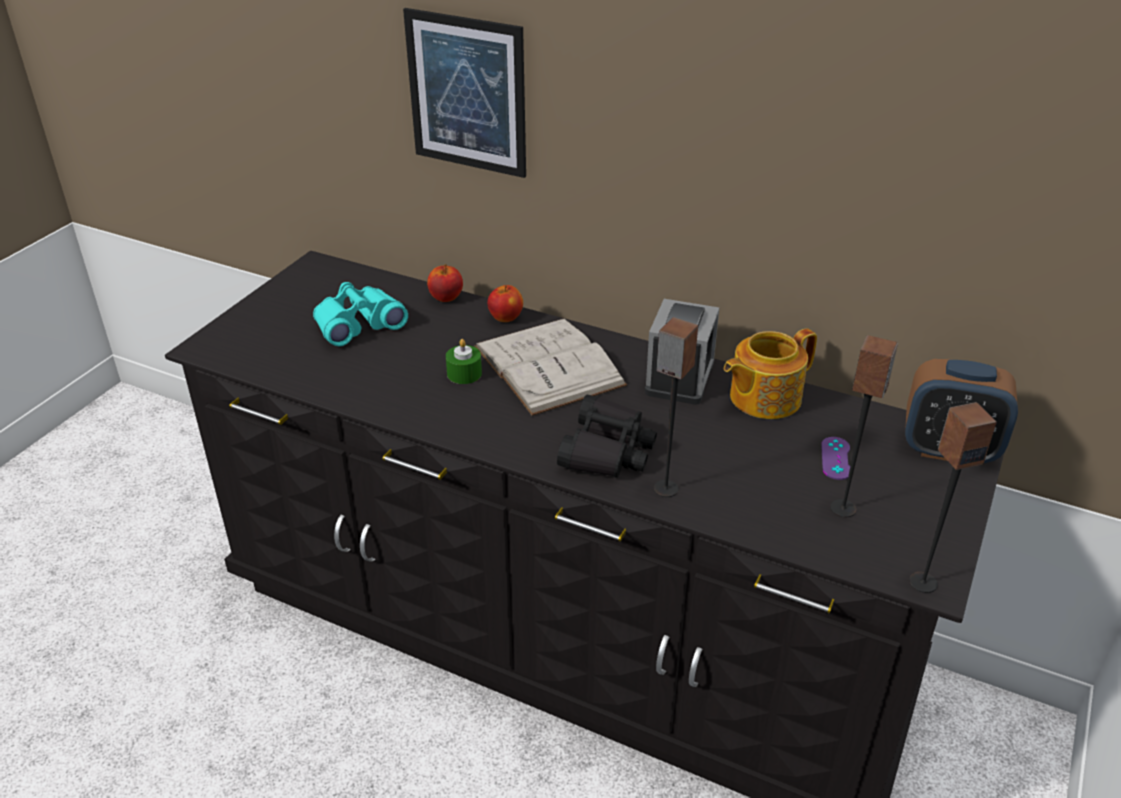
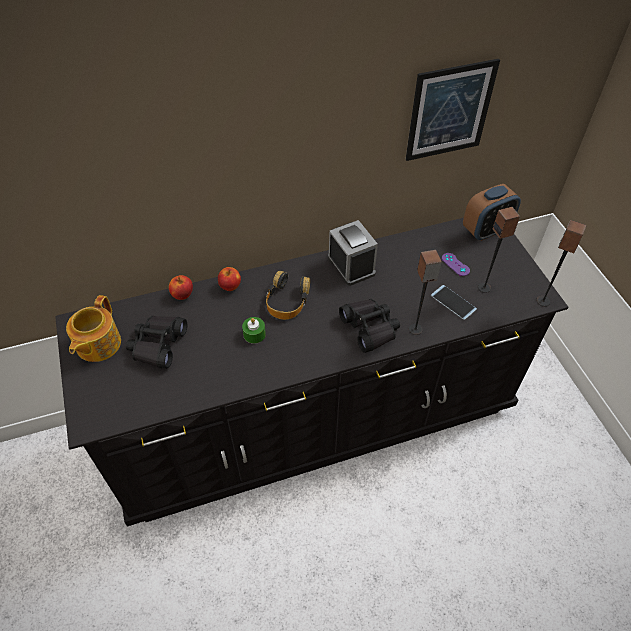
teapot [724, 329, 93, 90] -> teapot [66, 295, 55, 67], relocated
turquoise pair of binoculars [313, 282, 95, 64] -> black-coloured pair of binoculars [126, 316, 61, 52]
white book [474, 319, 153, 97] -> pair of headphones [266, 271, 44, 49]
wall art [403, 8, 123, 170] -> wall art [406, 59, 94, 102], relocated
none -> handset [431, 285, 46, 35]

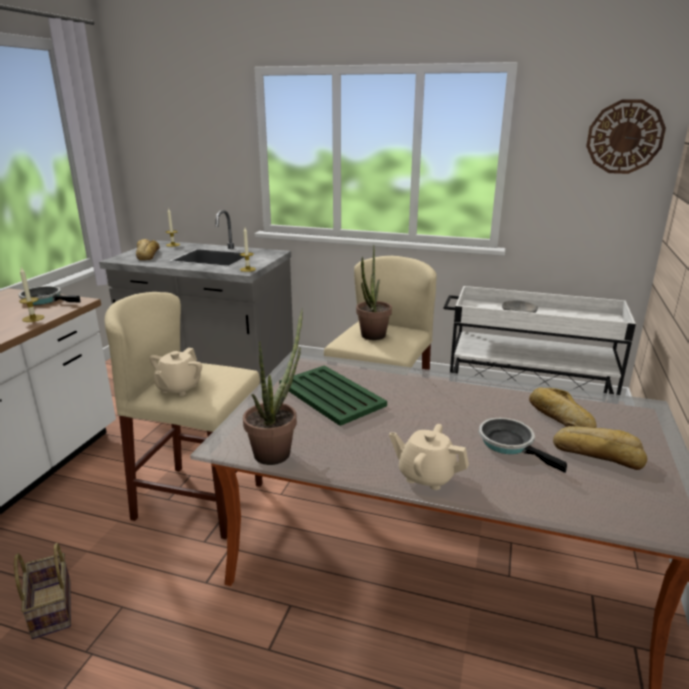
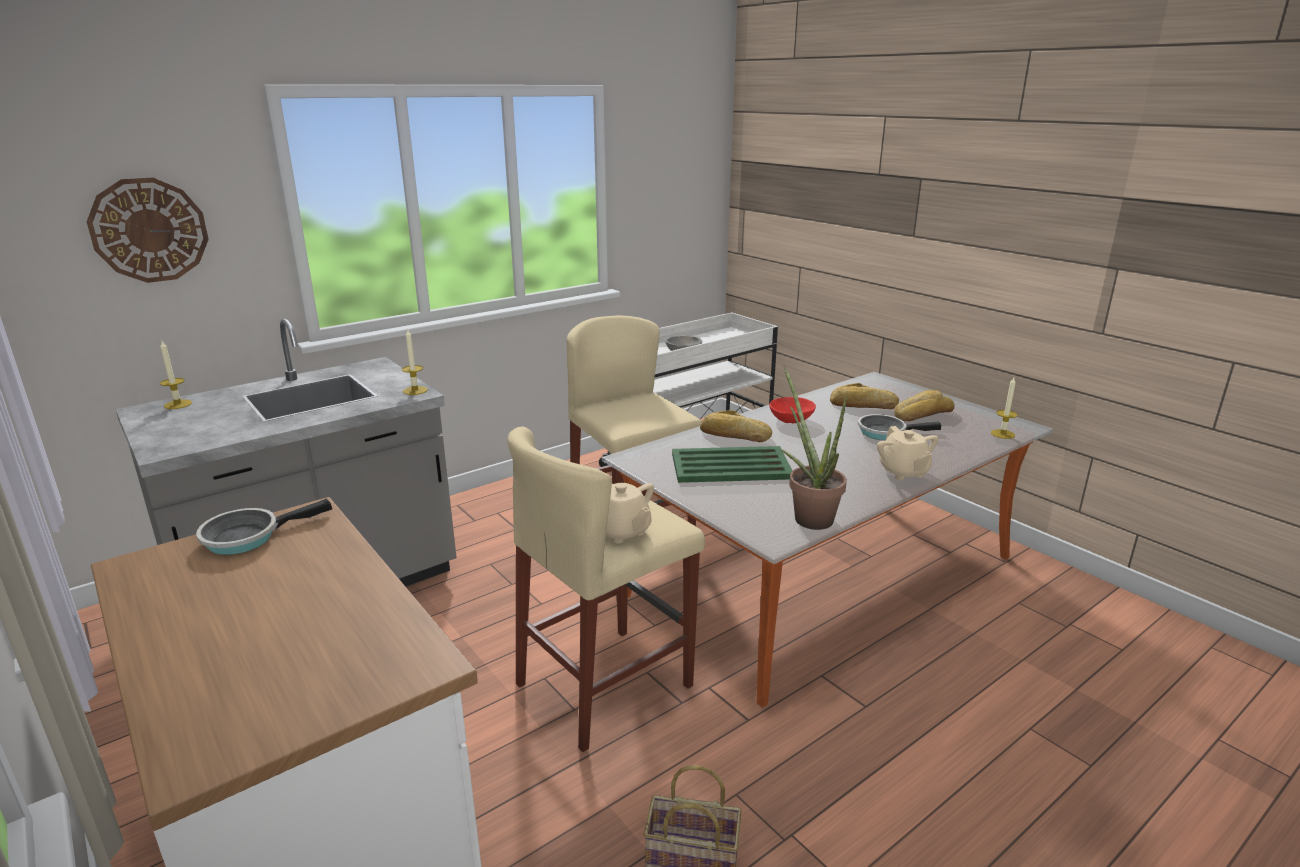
clock on the wall [586, 100, 80, 74] -> clock on the wall [87, 177, 122, 106], relocated
baked bread [136, 239, 24, 21] -> baked bread [700, 410, 72, 32], relocated
none -> red serving bowl [769, 397, 47, 27]
beige-coloured teapot [389, 424, 80, 66] -> beige-coloured teapot [877, 426, 62, 54], 75 degrees counterclockwise
candle [19, 267, 25, 55] -> candle [991, 377, 26, 62], relocated
potted plant [356, 245, 36, 95] -> none

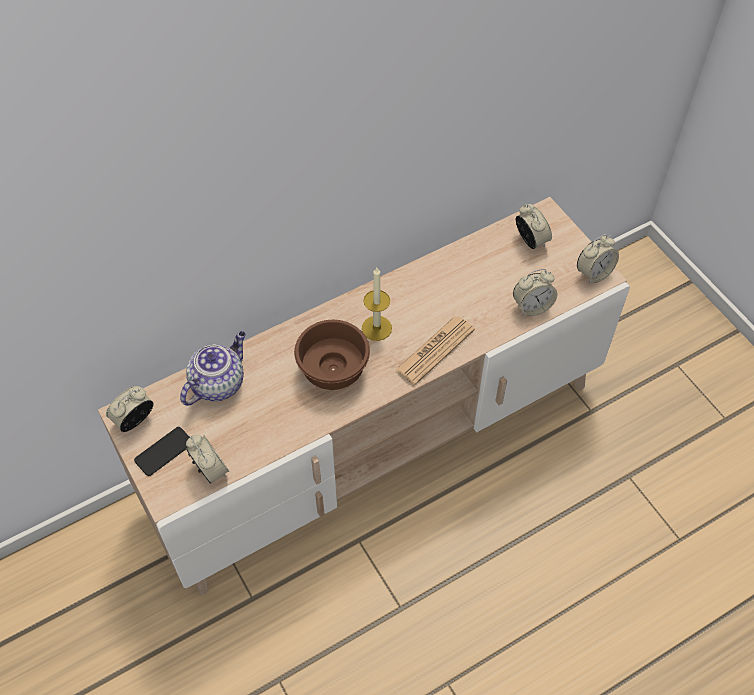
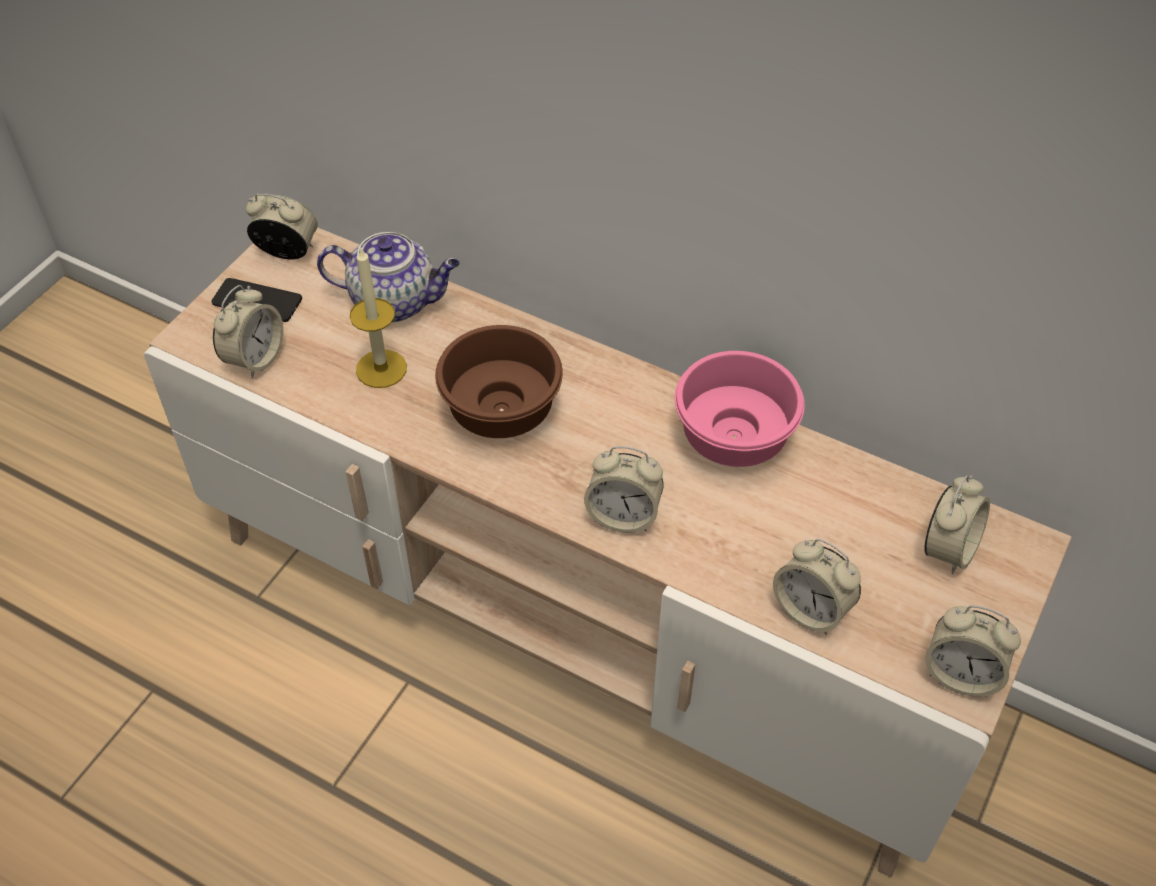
candle [362, 268, 30, 73] -> candle [349, 246, 58, 142], relocated
daily paper [396, 316, 79, 69] -> alarm clock [584, 446, 80, 87]
none -> pink-coloured serving bowl [675, 351, 130, 116]

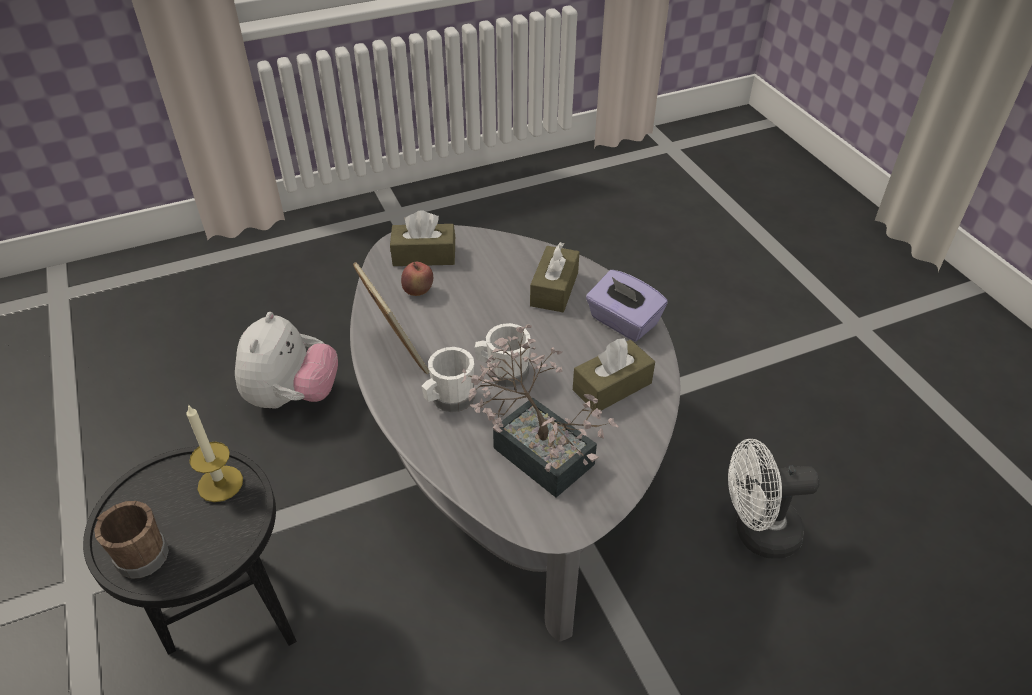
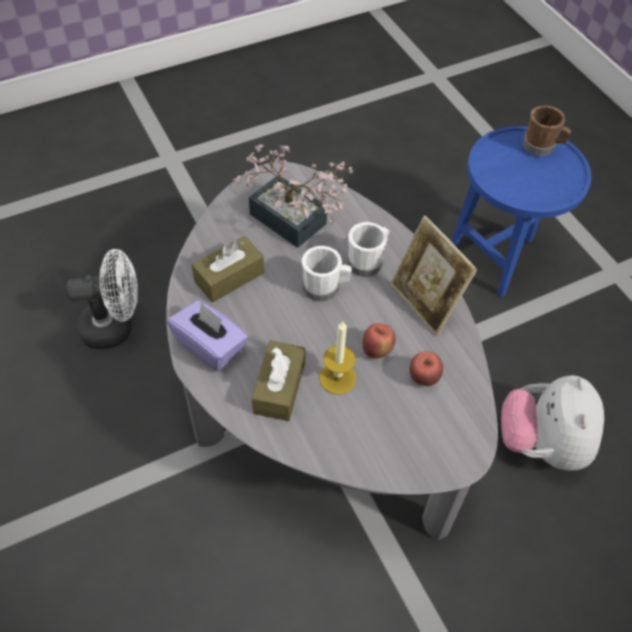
candle [186, 404, 57, 98] -> candle [319, 321, 38, 74], relocated
none -> apple fruit [363, 323, 32, 36]
black-coloured accent table [83, 446, 214, 209] -> blue accent table [451, 126, 140, 171]
brown-coloured box of tissues [390, 210, 65, 56] -> none

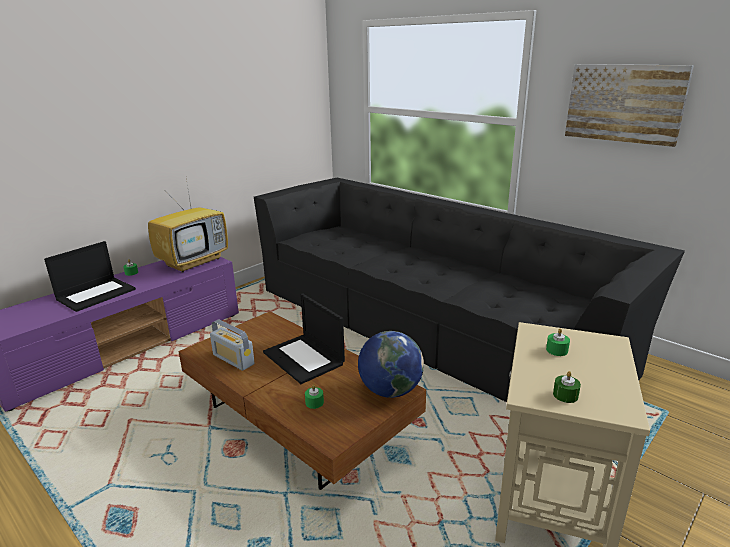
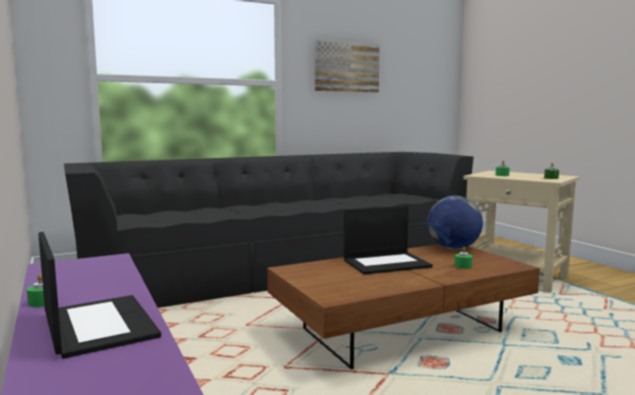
television [148, 178, 80, 95] -> none
radio set [210, 319, 45, 52] -> none

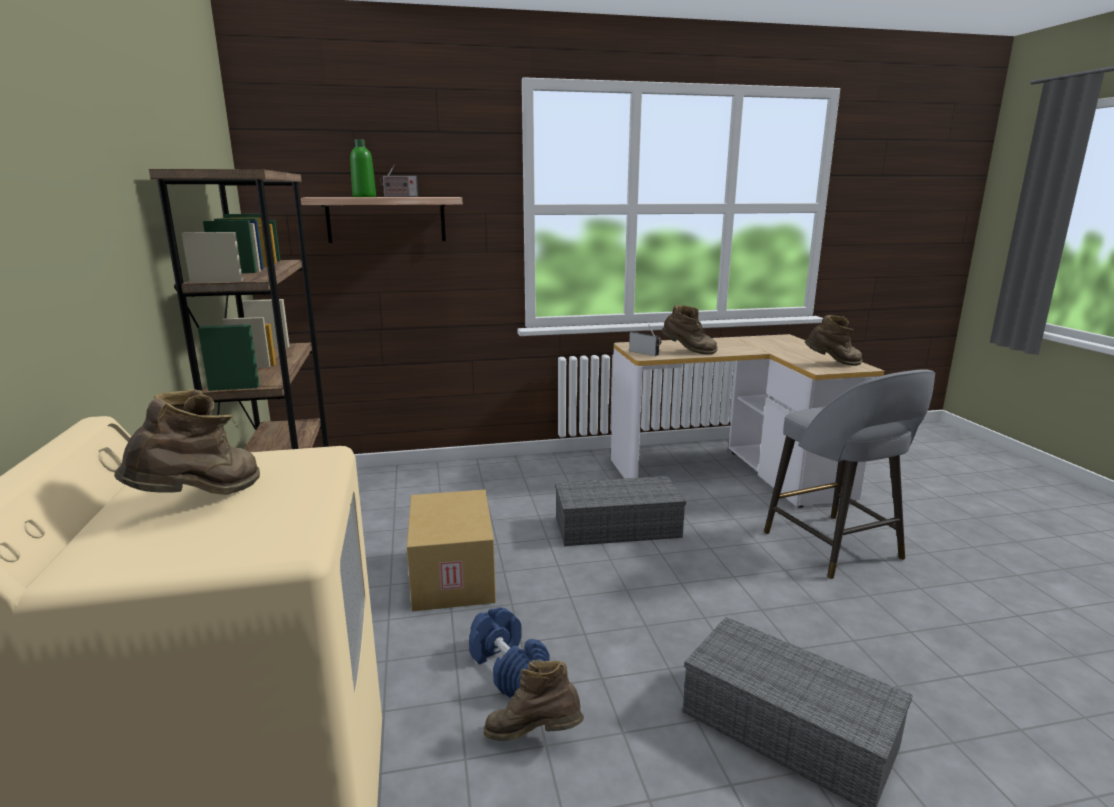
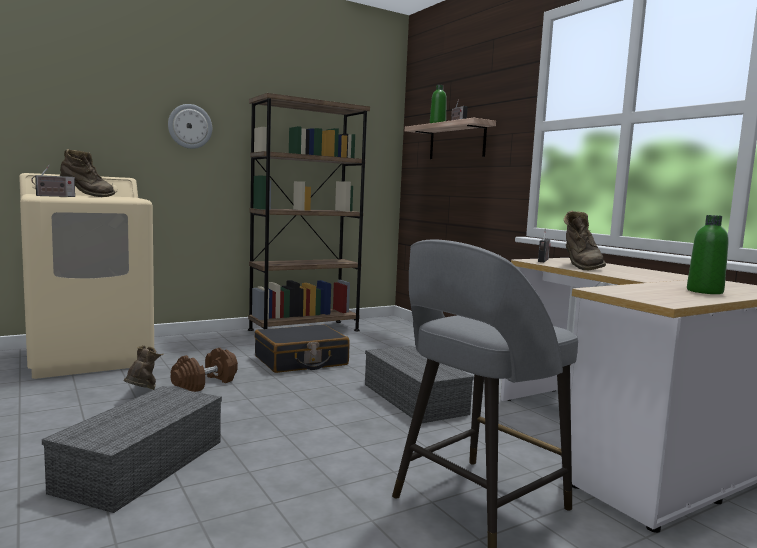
none -> radio set [31, 165, 44, 32]
none -> clock on the wall [168, 104, 44, 45]
blue free weight [469, 607, 81, 91] -> brown-coloured free weight [171, 348, 67, 44]
cardboard box [407, 490, 89, 121] -> black-coloured piece of luggage [255, 324, 95, 49]
none -> green-coloured beverage bottle [687, 215, 42, 79]
brown-coloured high-top boot [805, 315, 58, 51] -> none

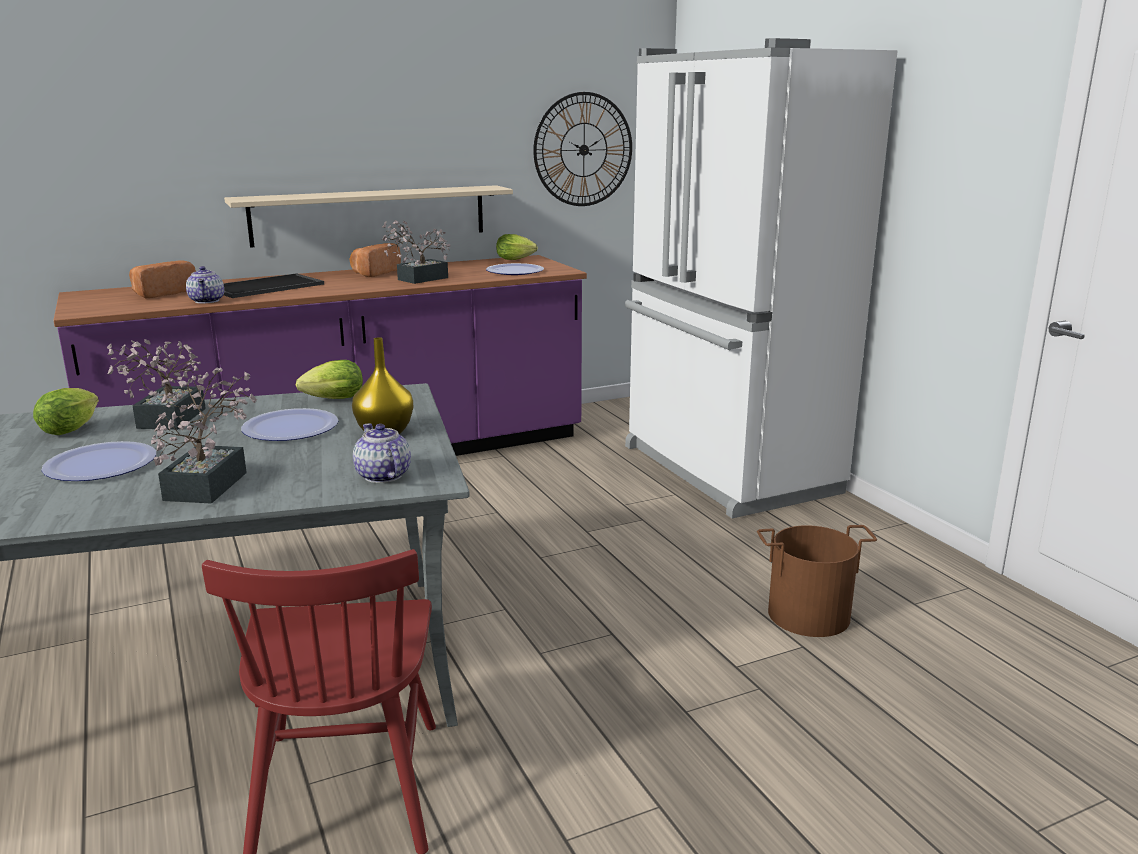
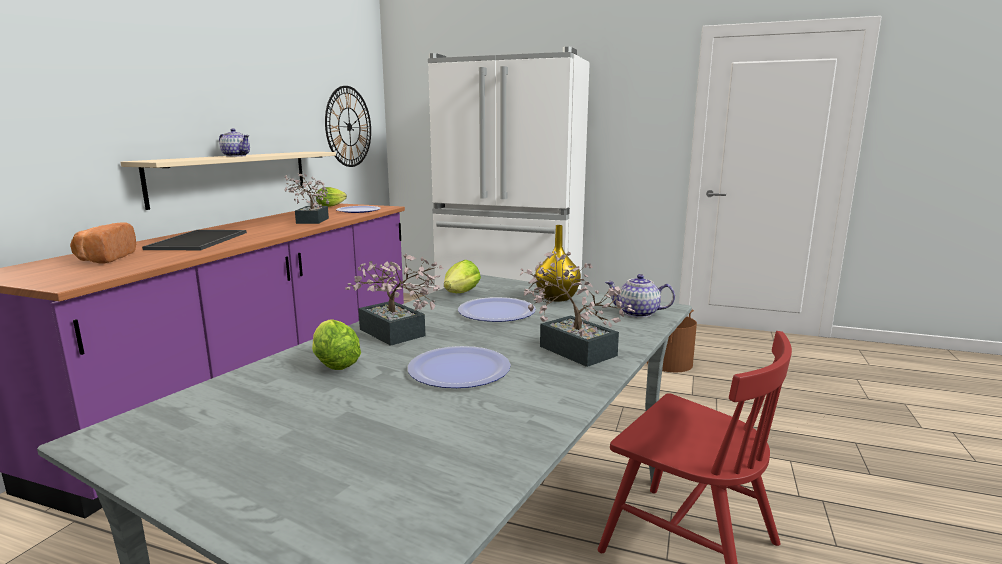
teapot [186, 266, 38, 38] -> teapot [219, 128, 31, 29], relocated
baked bread [349, 243, 52, 34] -> none

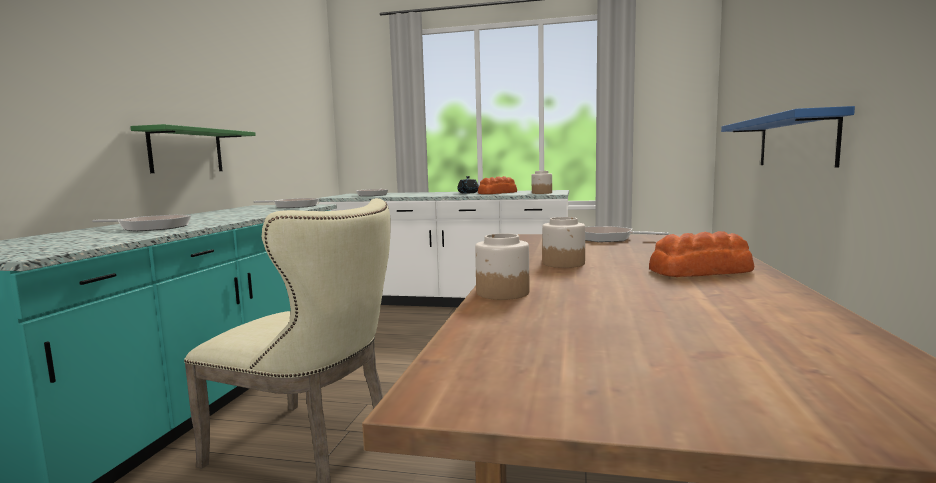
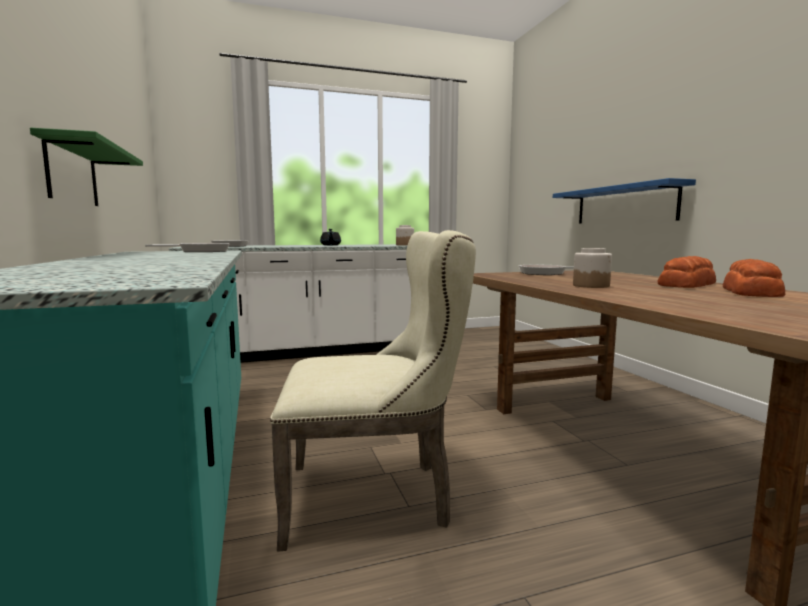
baked bread [478, 176, 39, 18] -> baked bread [722, 259, 63, 38], relocated
skillet [92, 215, 99, 16] -> none
jar [475, 233, 54, 67] -> none

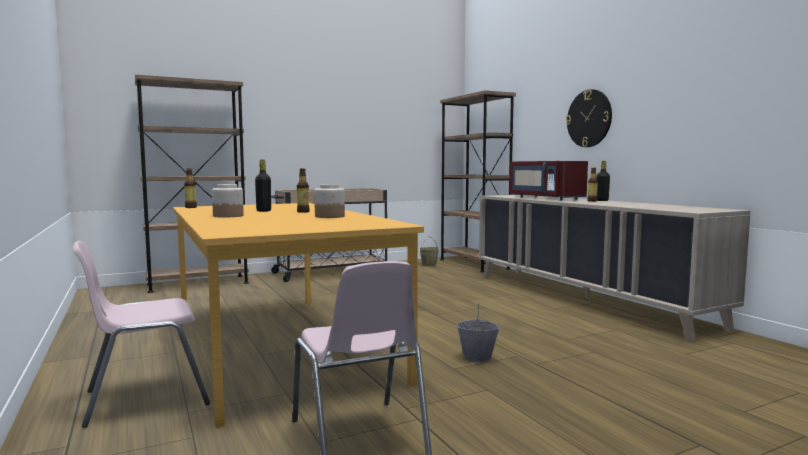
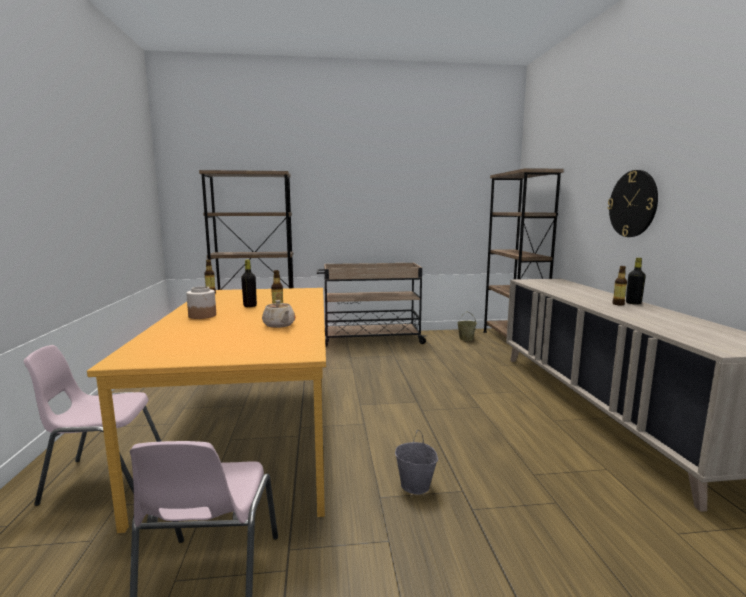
jar [315, 184, 30, 34] -> beige-coloured teapot [262, 300, 33, 28]
red microwave oven [510, 161, 78, 39] -> none

